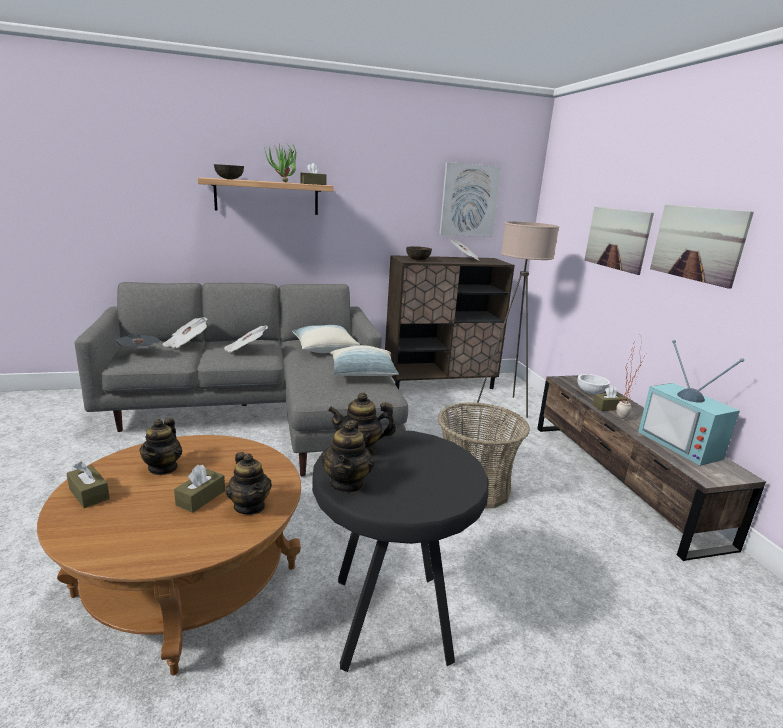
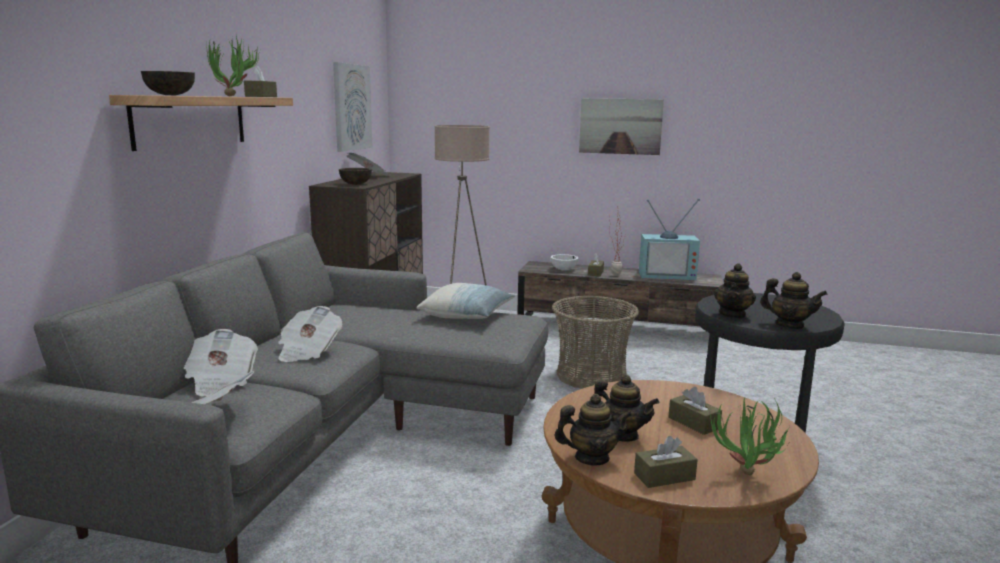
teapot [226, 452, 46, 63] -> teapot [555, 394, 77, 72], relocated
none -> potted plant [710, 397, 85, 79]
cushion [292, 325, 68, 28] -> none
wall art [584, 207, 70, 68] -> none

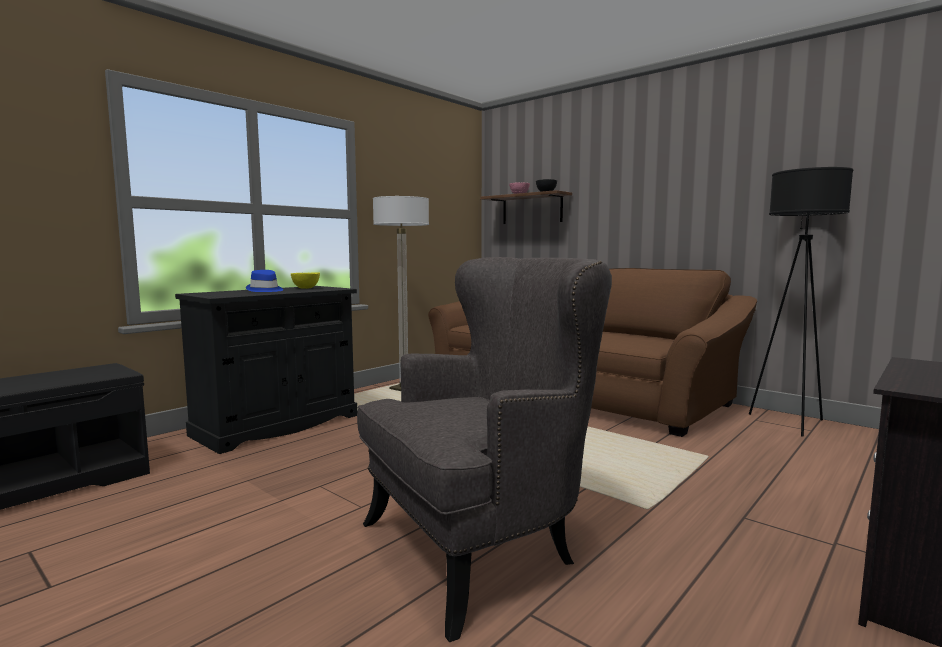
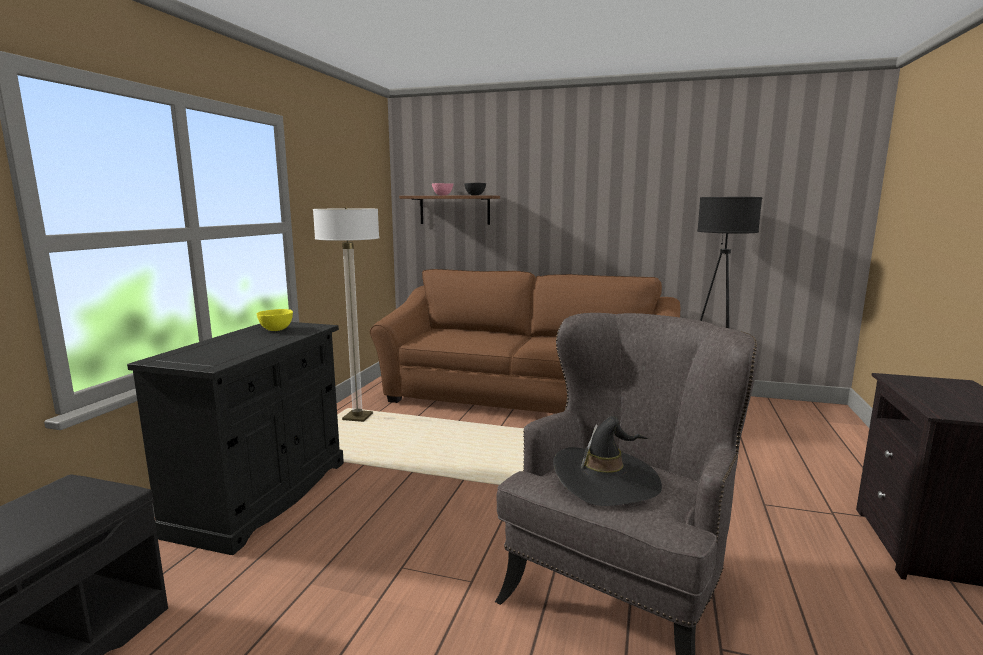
none -> black-coloured wearable hat [553, 416, 109, 90]
blue wearable hat [246, 270, 37, 22] -> none

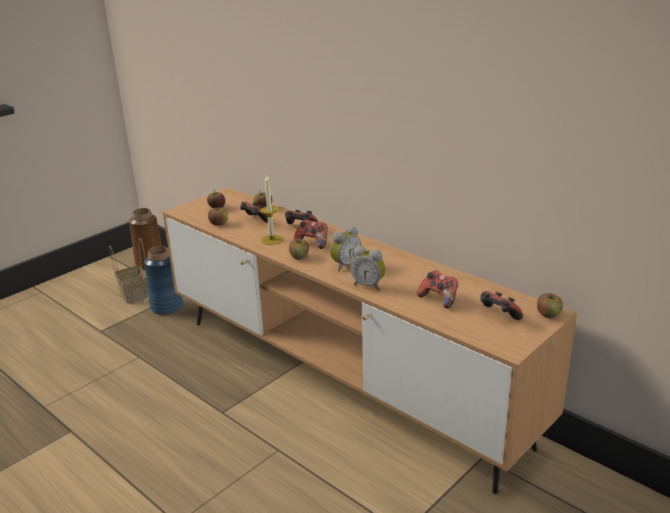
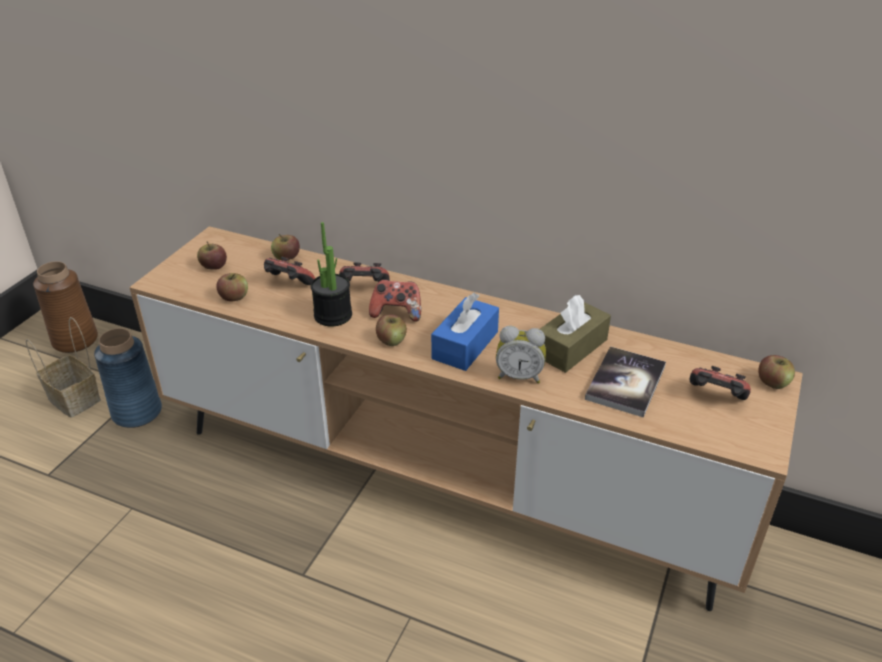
candle [260, 175, 23, 70] -> potted plant [311, 222, 41, 105]
alarm clock [330, 226, 31, 45] -> blue box of tissues [431, 293, 68, 78]
none -> brown-coloured box of tissues [540, 295, 71, 78]
game controller [417, 270, 41, 39] -> book [585, 346, 81, 72]

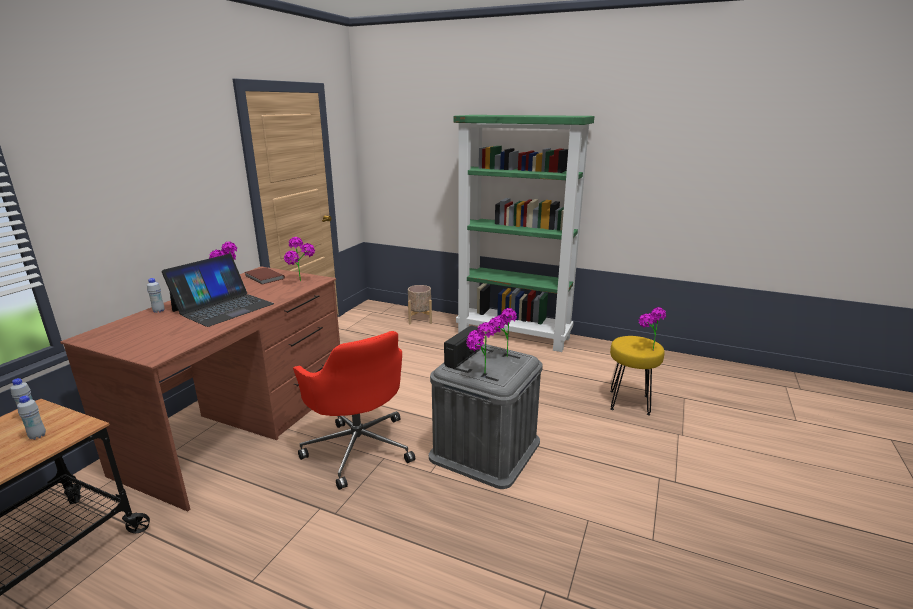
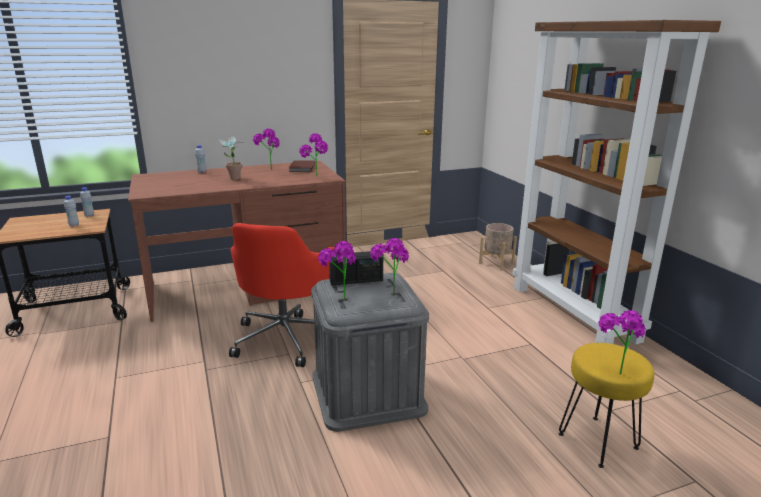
laptop [161, 254, 113, 73] -> potted plant [217, 134, 28, 46]
green-coloured bookshelf [454, 115, 140, 237] -> brown-coloured bookshelf [512, 20, 209, 324]

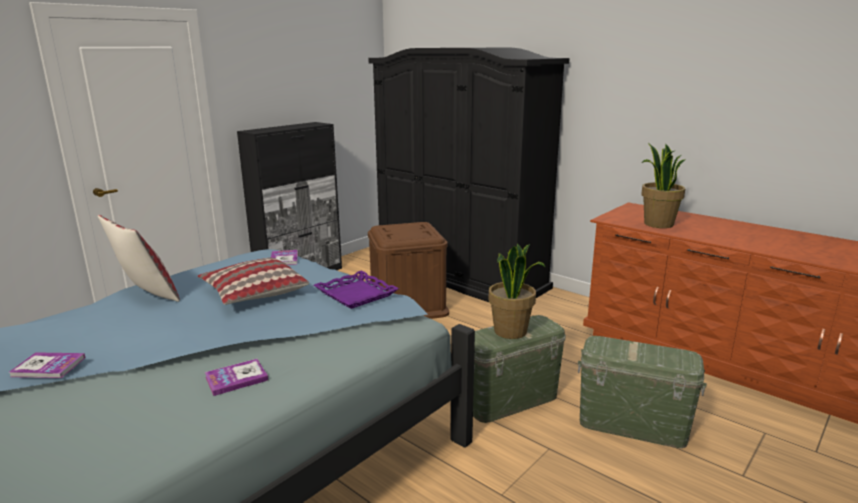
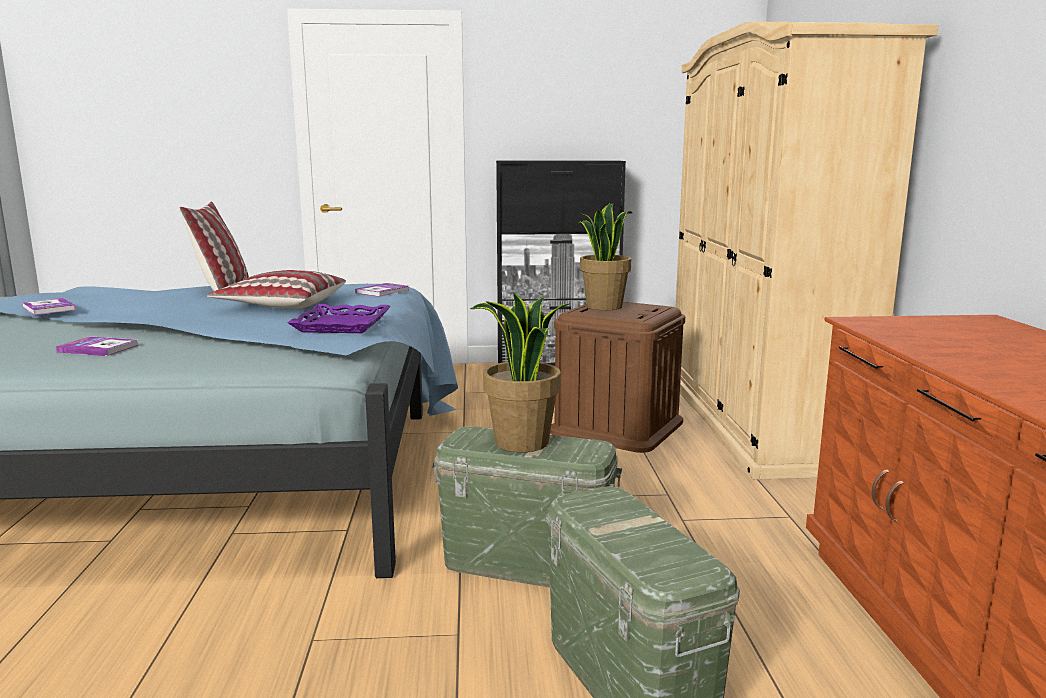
potted plant [641, 143, 45, 85] -> potted plant [578, 203, 54, 107], relocated
black-coloured armoire [368, 48, 201, 255] -> beige-coloured armoire [676, 21, 262, 459]

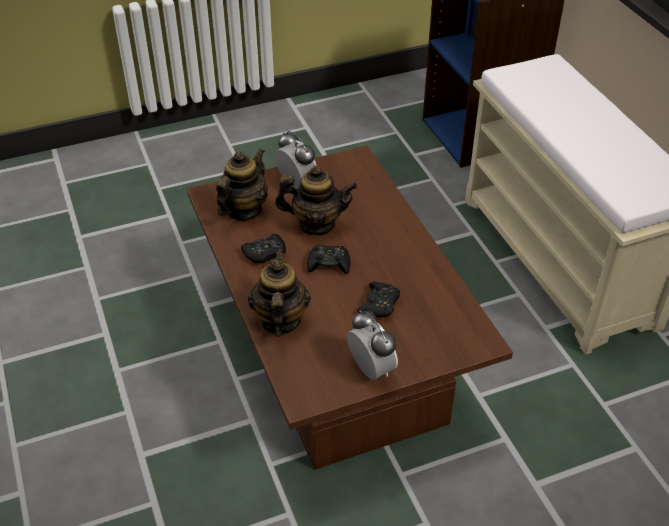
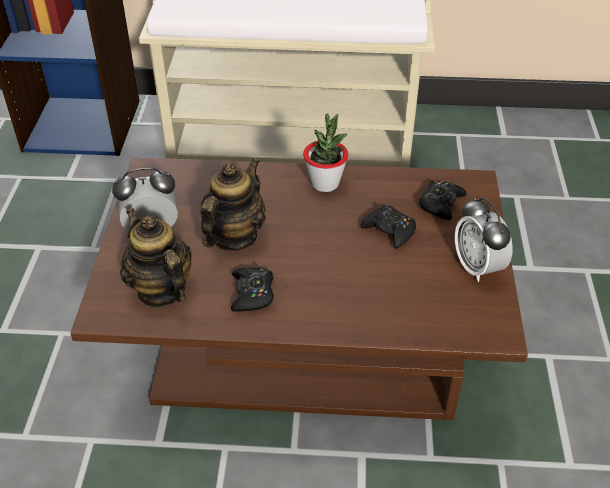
none -> potted plant [303, 114, 46, 78]
black-coloured game controller [307, 245, 43, 29] -> black-coloured game controller [419, 180, 48, 40], relocated
alarm clock [347, 310, 51, 70] -> alarm clock [455, 197, 58, 85], 105 degrees counterclockwise
teapot [248, 249, 63, 88] -> none

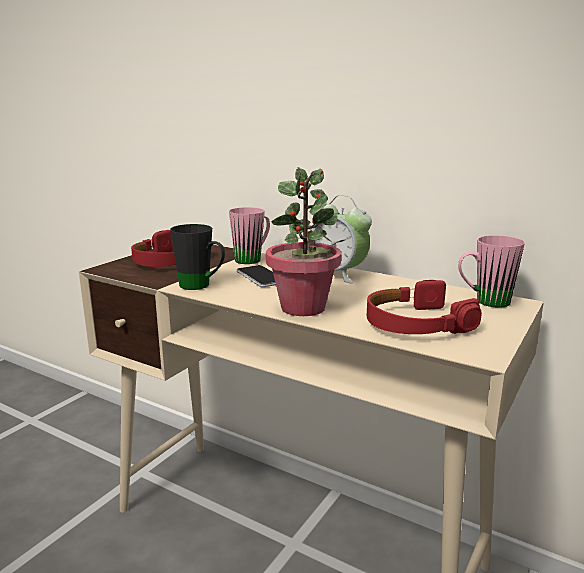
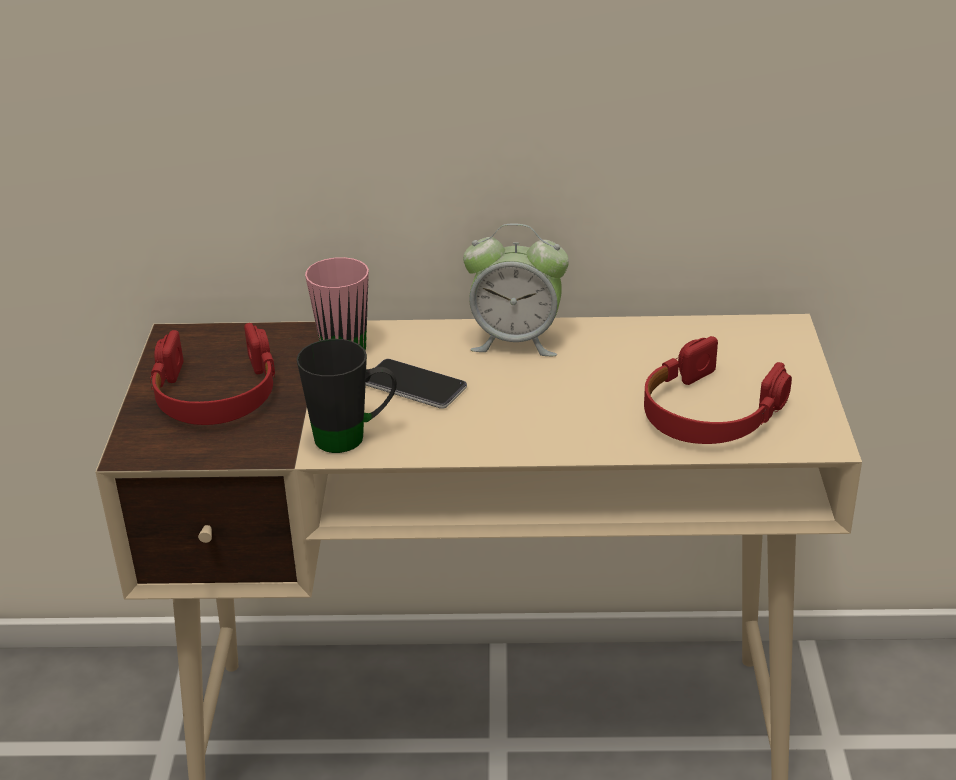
potted plant [266, 167, 75, 149] -> none
pink-coloured mug [458, 235, 67, 73] -> none

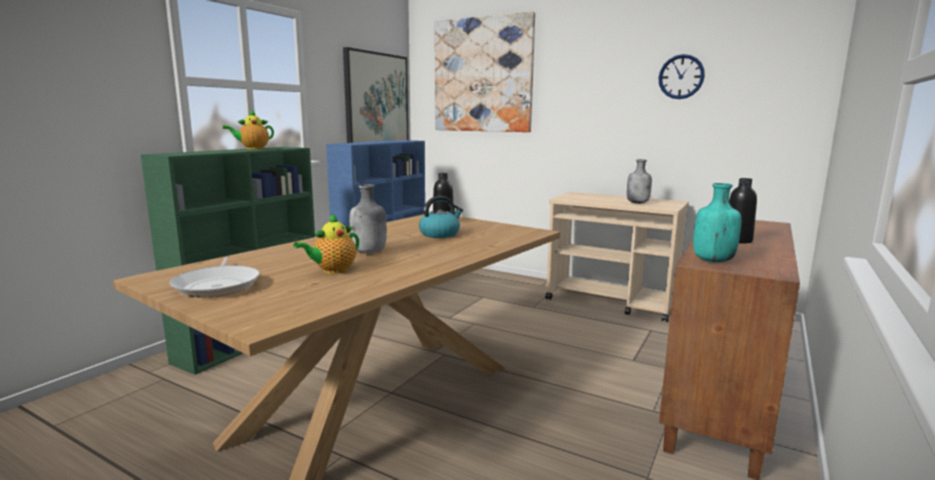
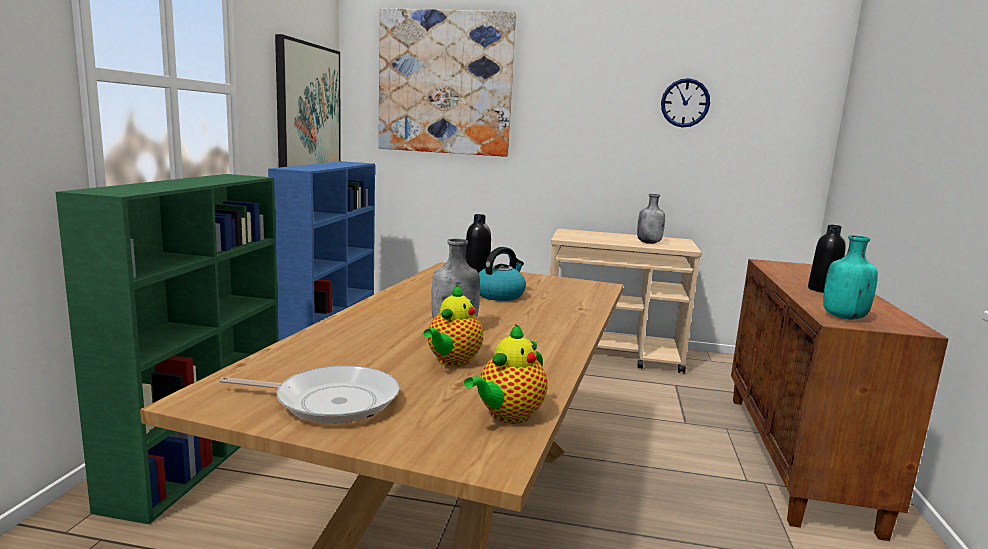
skillet [170, 257, 90, 40] -> skillet [219, 365, 180, 59], 45 degrees counterclockwise
teapot [223, 110, 51, 39] -> teapot [464, 323, 84, 101], relocated

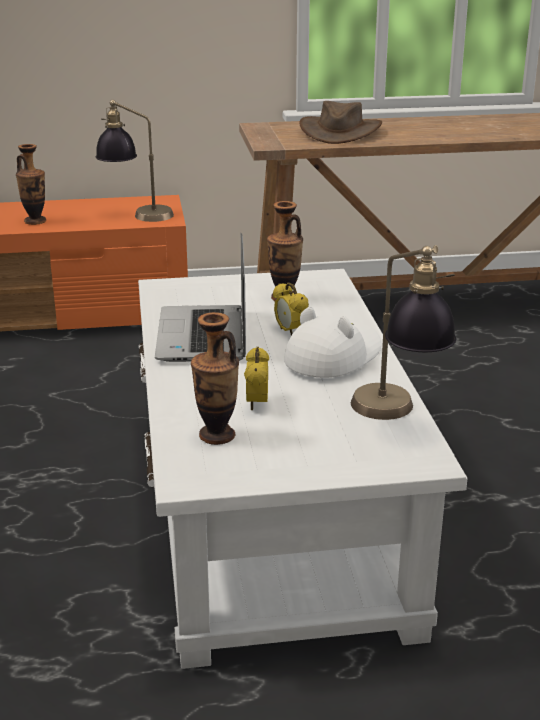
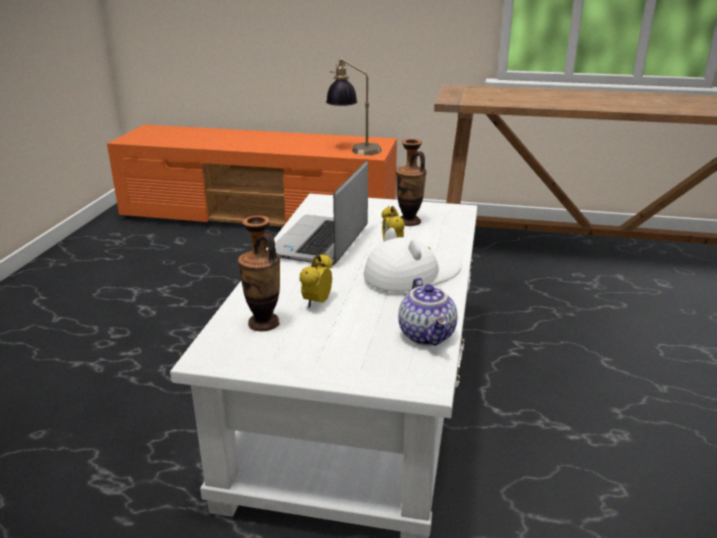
tabletop lamp [351, 245, 105, 175] -> teapot [398, 278, 60, 68]
vase [16, 144, 30, 81] -> none
brown-coloured wearable hat [299, 101, 83, 43] -> none

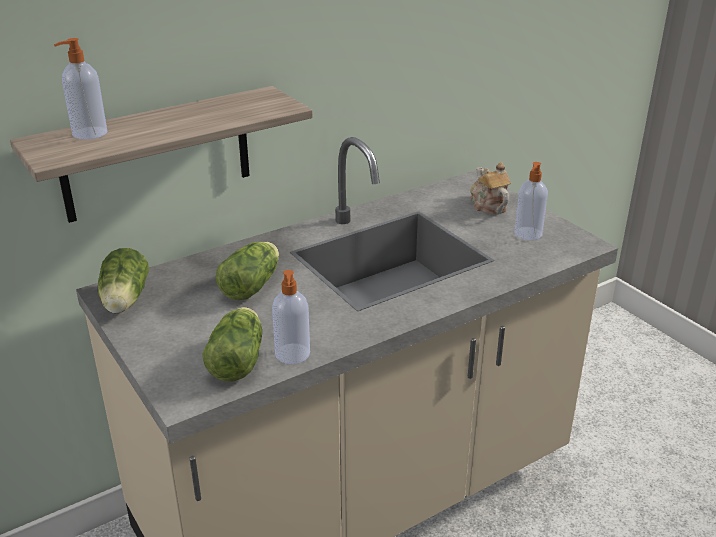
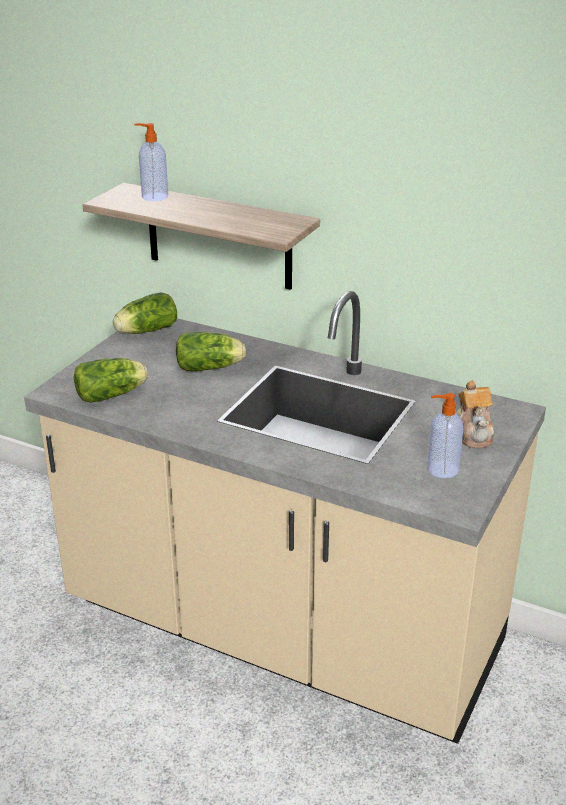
teapot [470, 162, 41, 52] -> teapot [457, 380, 38, 68], 135 degrees clockwise
soap dispenser [272, 270, 38, 94] -> none

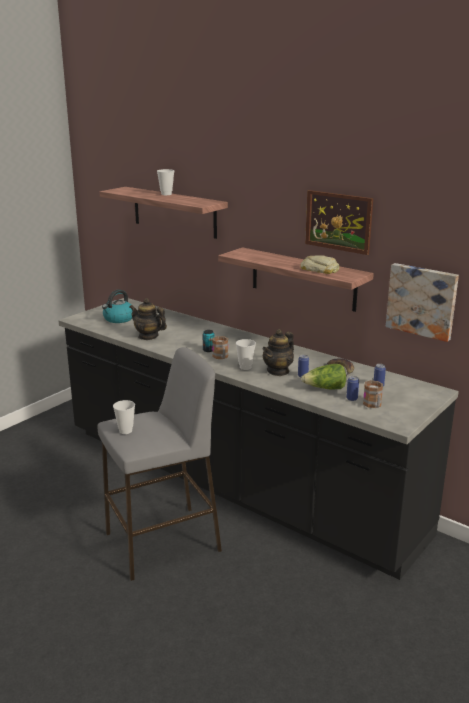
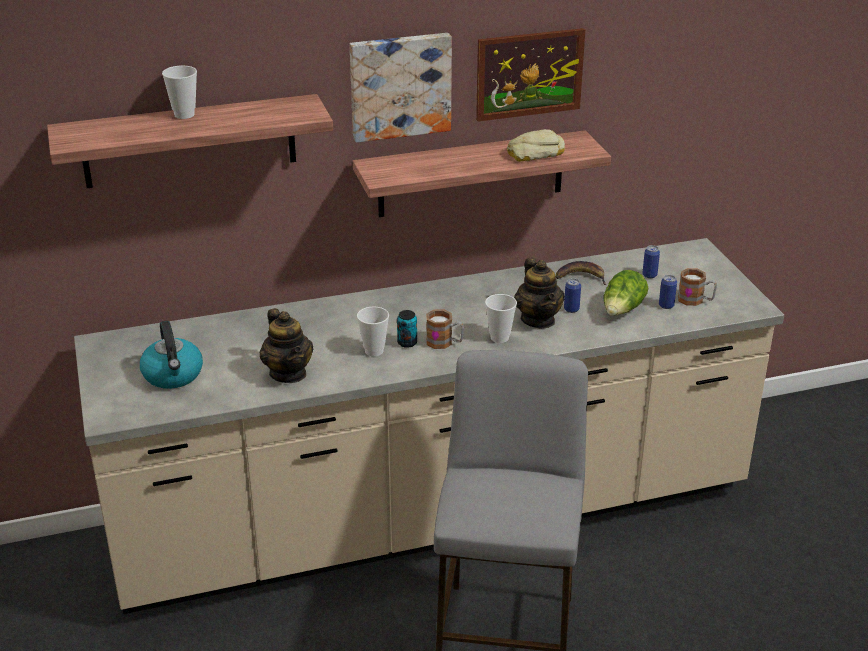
black-coloured kitchen base unit [58, 298, 401, 282] -> beige-coloured kitchen base unit [74, 238, 710, 376]
teapot [130, 298, 37, 42] -> teapot [260, 308, 53, 75], 90 degrees counterclockwise
wall art [386, 263, 73, 79] -> wall art [349, 33, 103, 110], relocated
cup [113, 400, 22, 34] -> cup [357, 307, 32, 49], relocated

